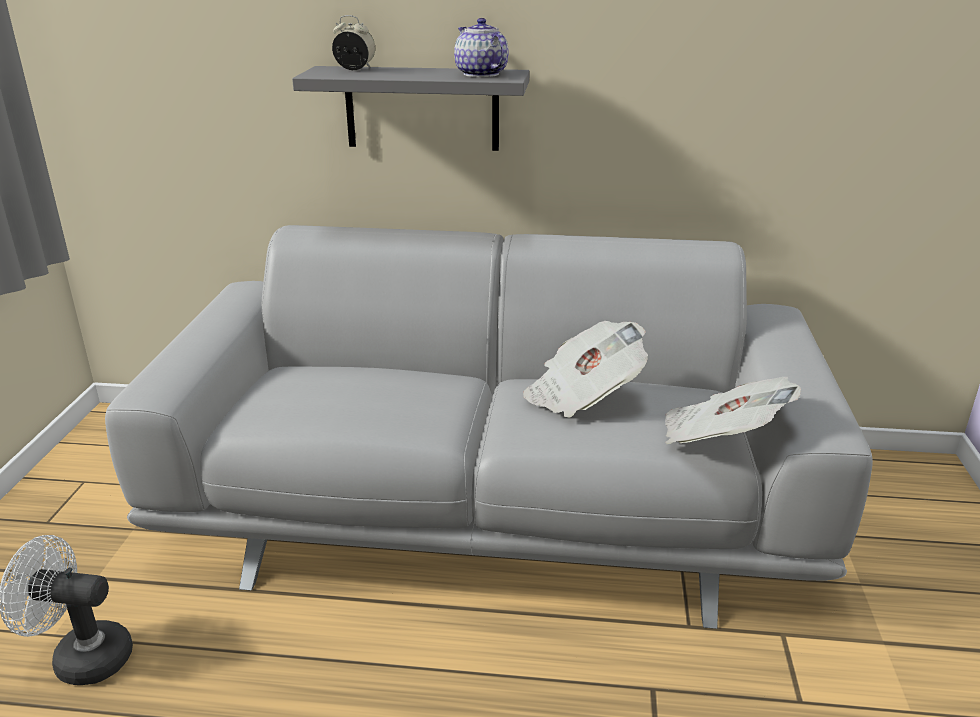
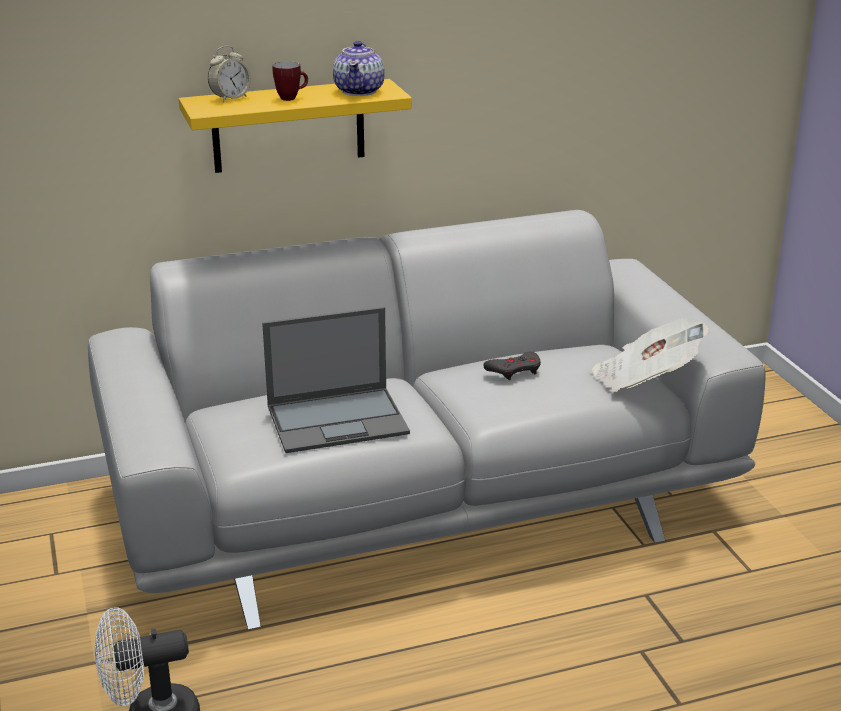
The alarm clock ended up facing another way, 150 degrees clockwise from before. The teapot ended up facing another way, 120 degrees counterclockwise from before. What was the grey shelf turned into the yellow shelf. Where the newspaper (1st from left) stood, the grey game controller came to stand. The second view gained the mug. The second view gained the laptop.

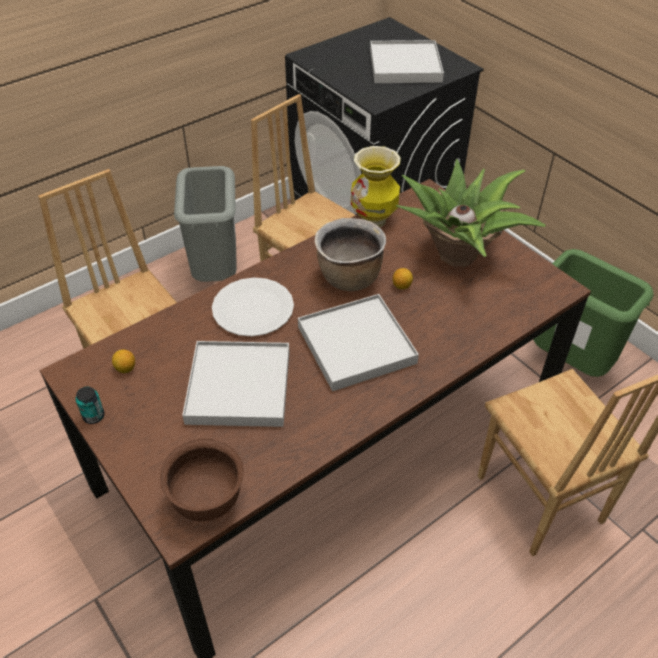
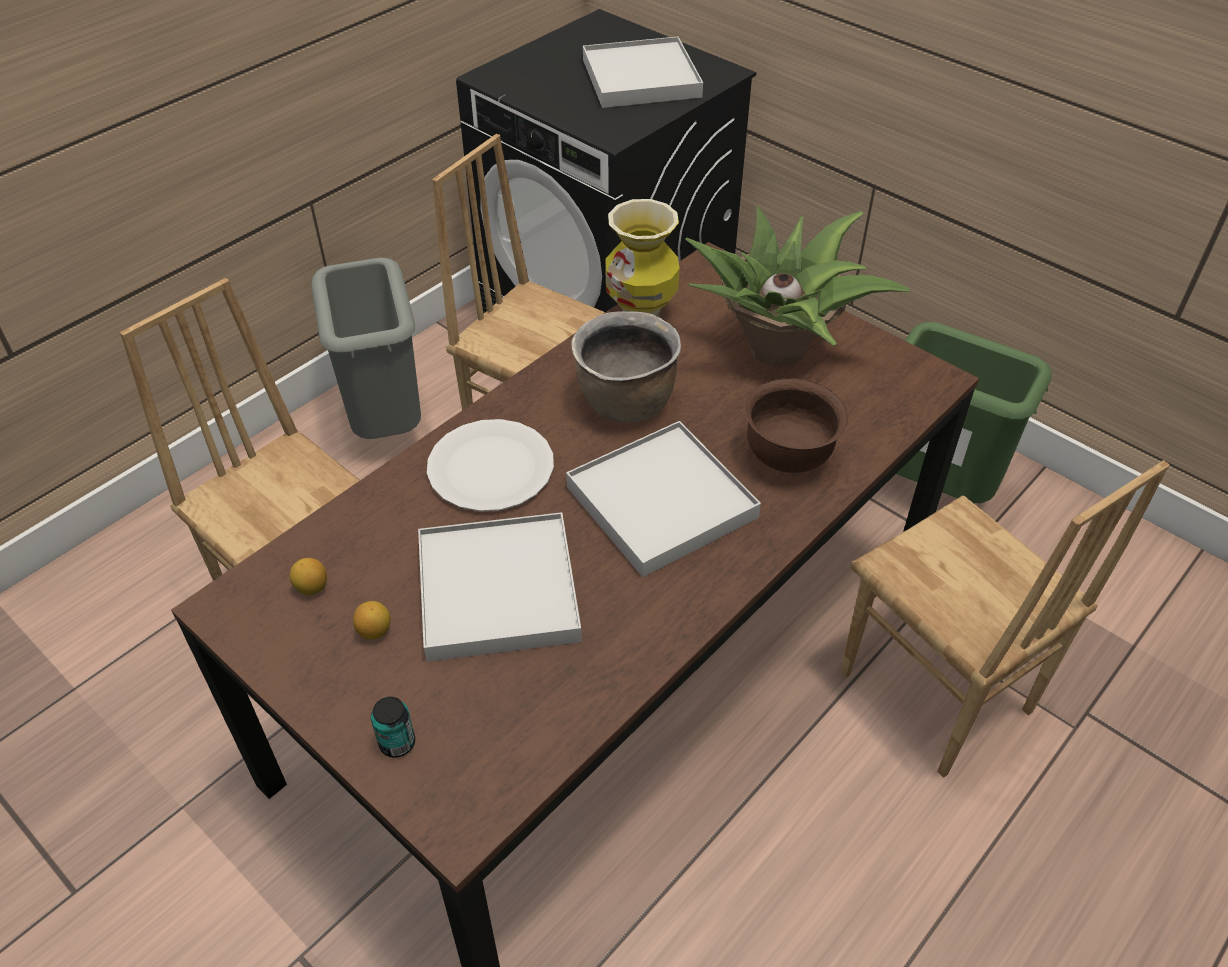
The lemon (2nd from left) ended up elsewhere. The can ended up elsewhere. The brown bowl ended up elsewhere.

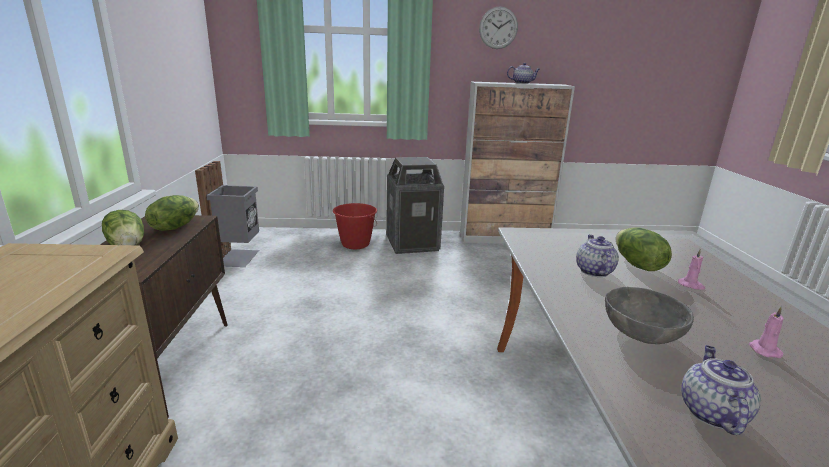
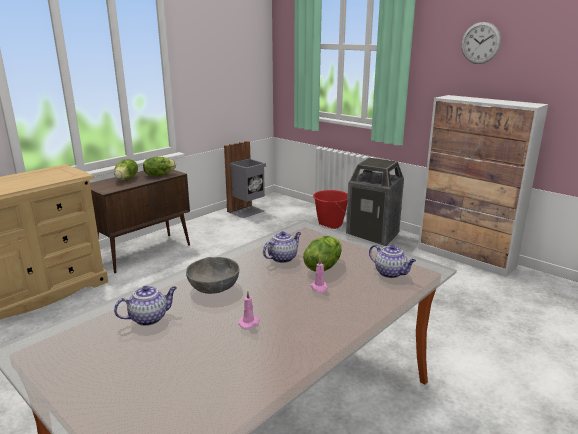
The teapot (1st from left in the first image) ended up elsewhere.

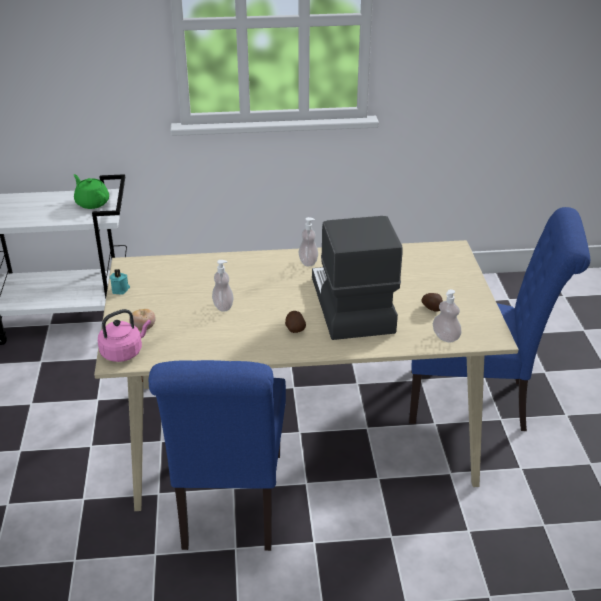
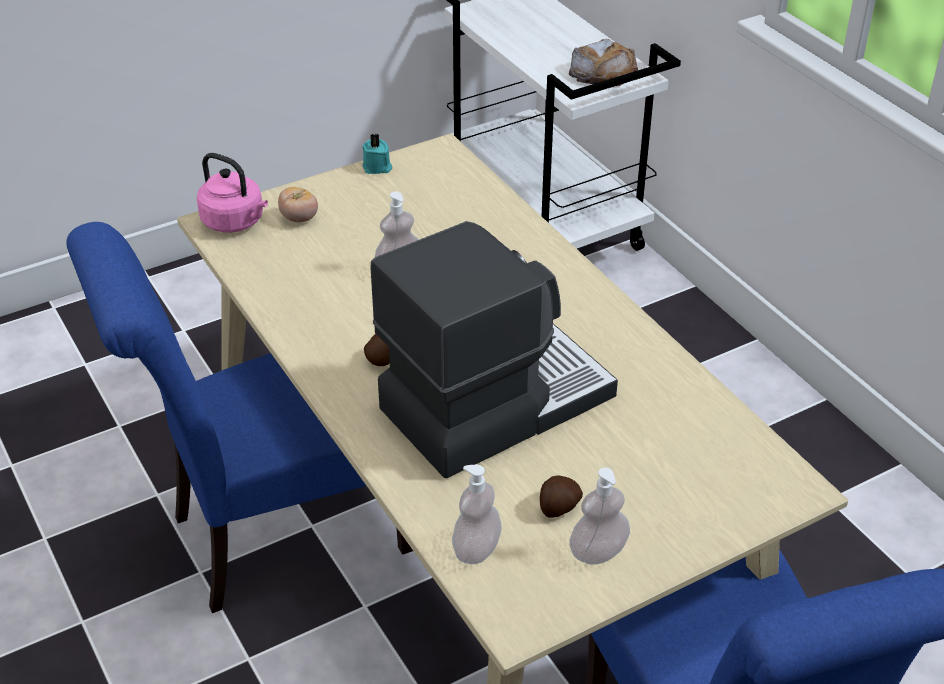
Where the green teapot stood, the bread came to stand. The soap dispenser (2nd from left in the first image) ended up elsewhere.

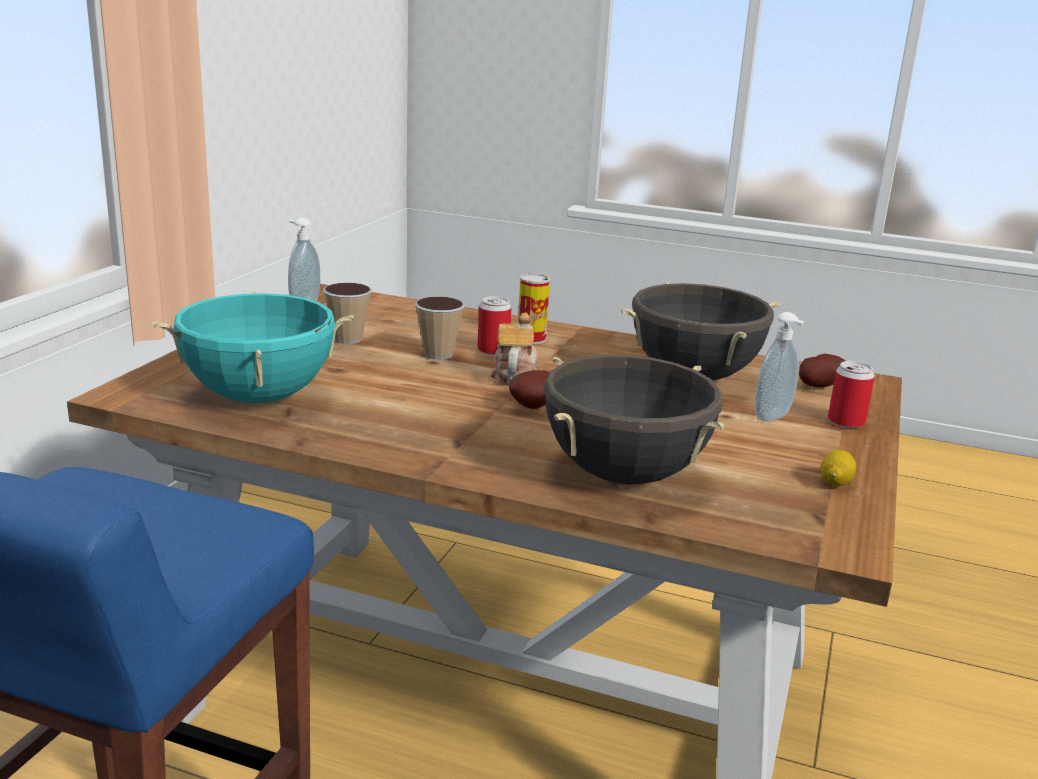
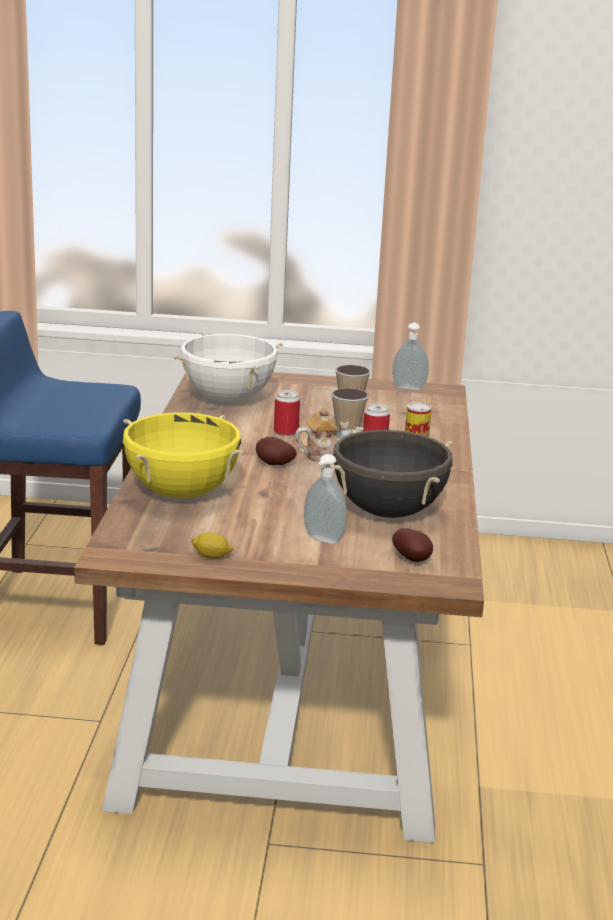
What was the turquoise cooking pot turned into the white cooking pot. What was the black cooking pot (1st from left) turned into the yellow cooking pot. The can (3rd from left in the first image) ended up elsewhere.

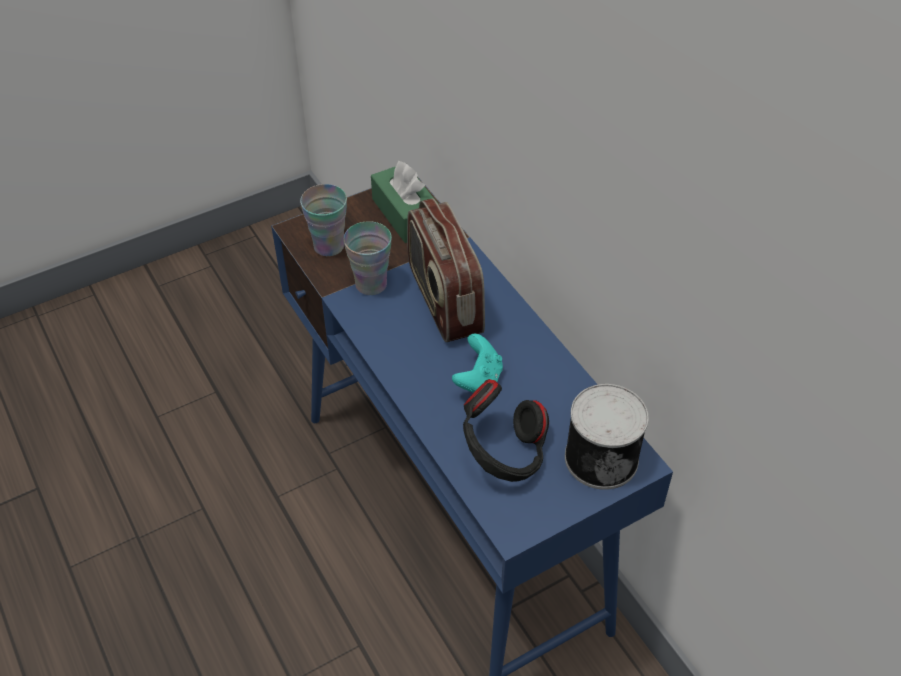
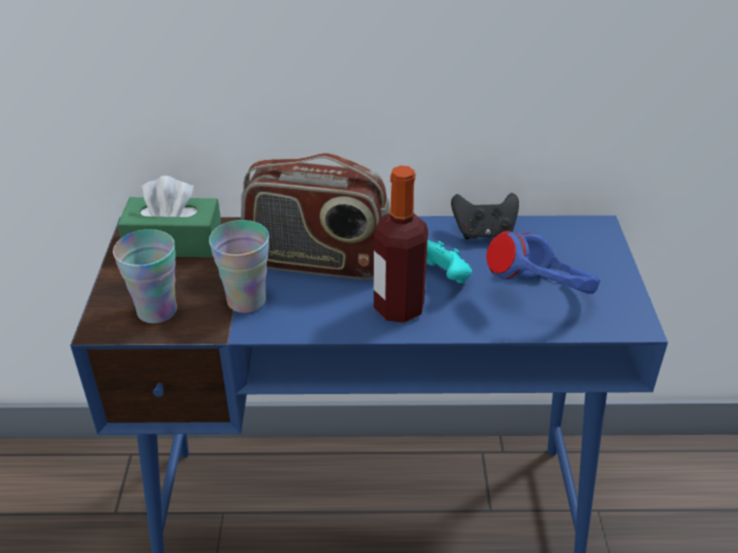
What was the black headphones turned into the blue headphones. The second view lost the can. The second view gained the bottle. The second view gained the black game controller.

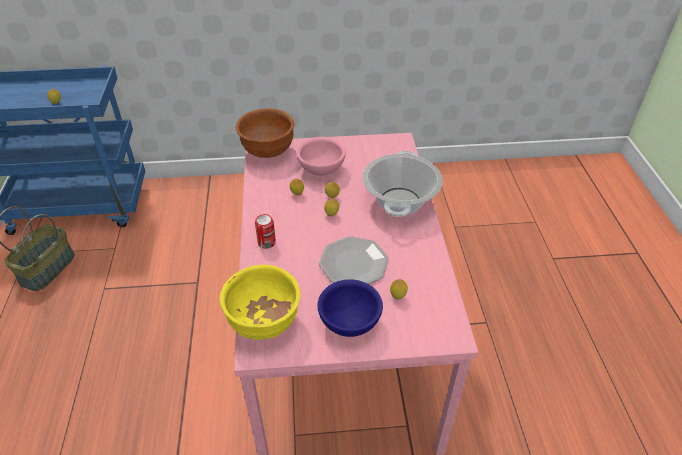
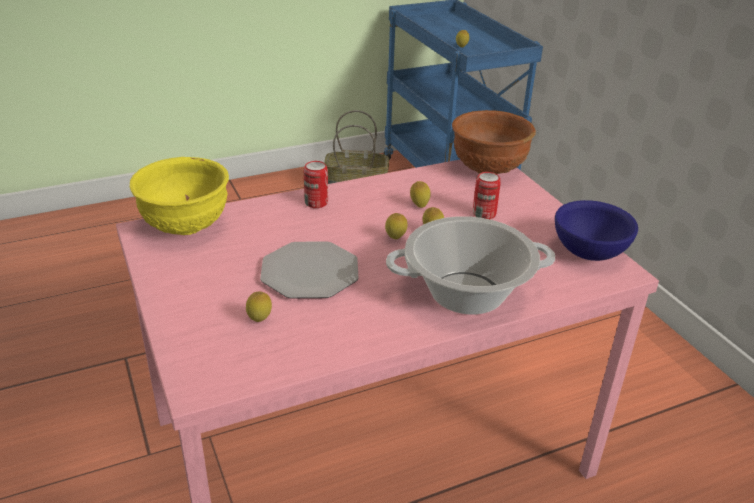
Where the pink bowl stood, the can (2nd from left) came to stand. The blue bowl ended up elsewhere.

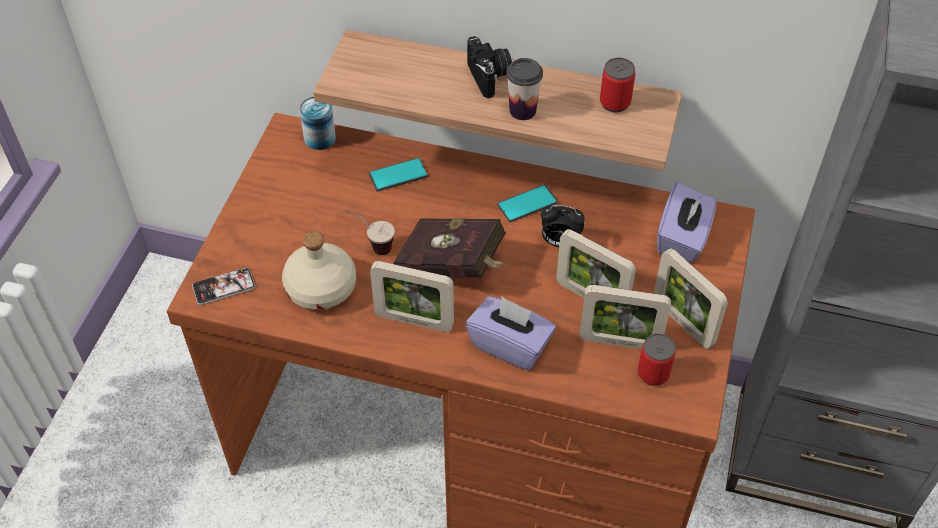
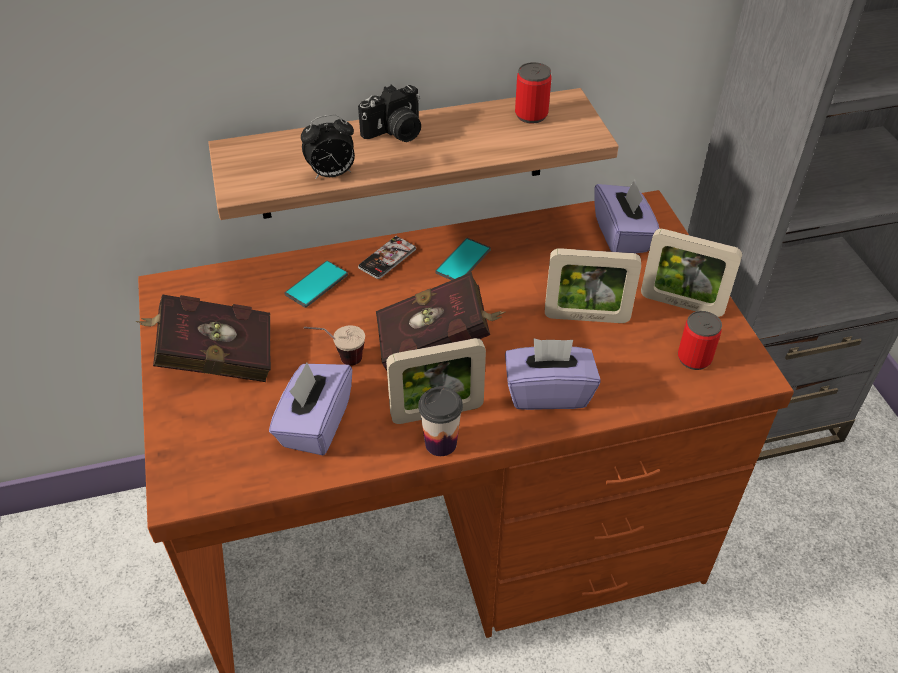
The photo camera ended up facing another way, 105 degrees clockwise from before. The cup (2nd from left) ended up elsewhere. The second view lost the can (1st from left). The alarm clock ended up elsewhere. Where the beige bottle stood, the purple tissue box (1st from left) came to stand. The phone (1st from left in the first image) ended up elsewhere. The second view lost the picture frame (3rd from left). The second view gained the red book (1st from left).

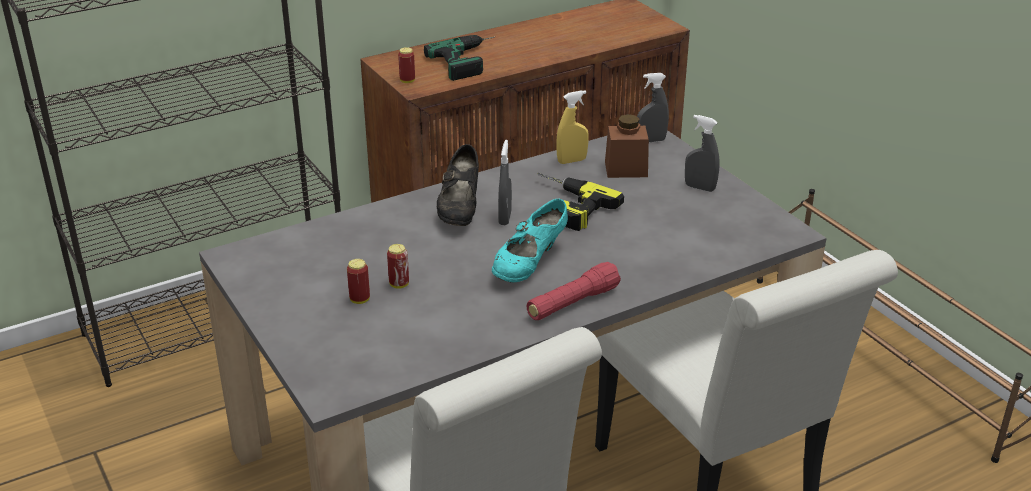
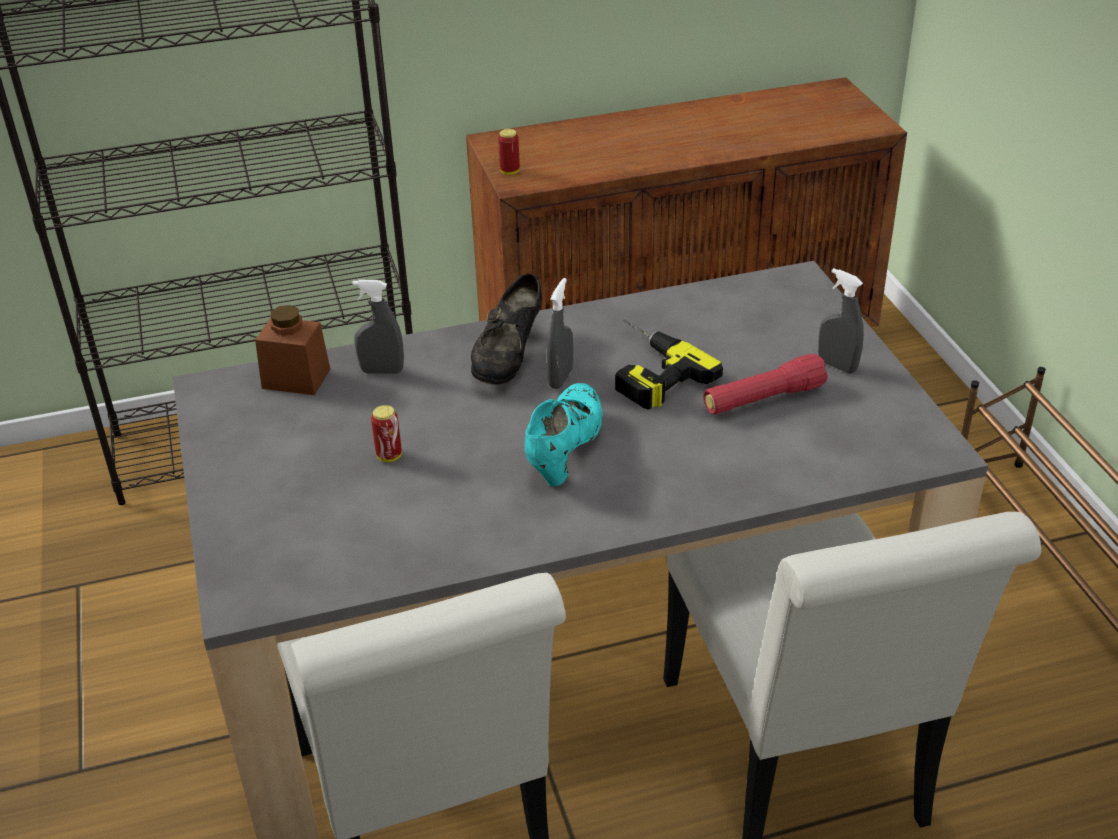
The second view lost the power drill (1st from left). The grey spray bottle (2nd from left in the first image) ended up elsewhere. The second view lost the yellow spray bottle. The brown jar ended up elsewhere. The turquoise shoe ended up facing another way, 150 degrees clockwise from before. The second view lost the can (1st from left). The red flashlight ended up elsewhere.

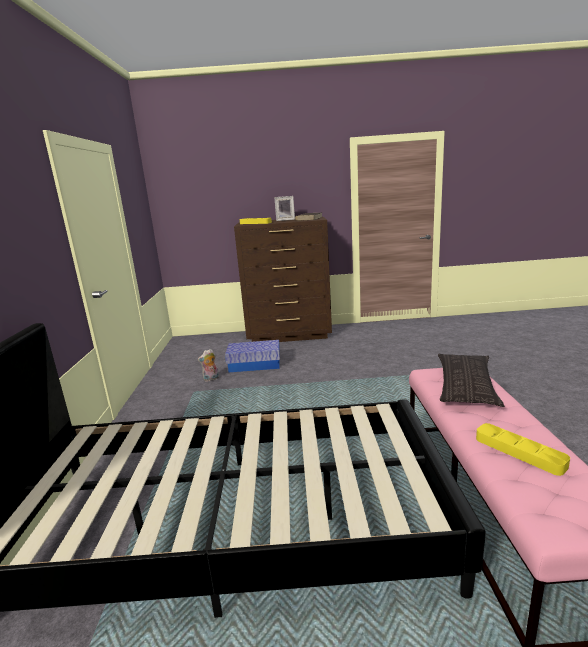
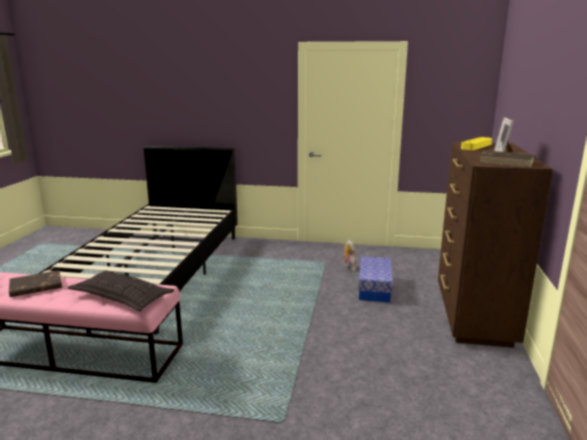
Where the yellow tray (2nd from left) stood, the brown book (1st from left) came to stand.

